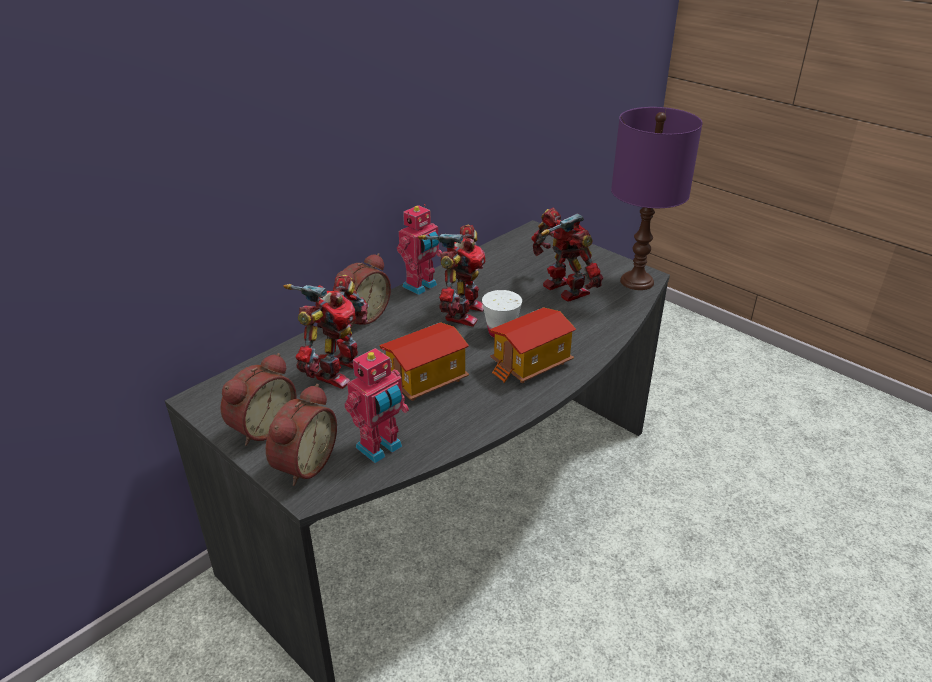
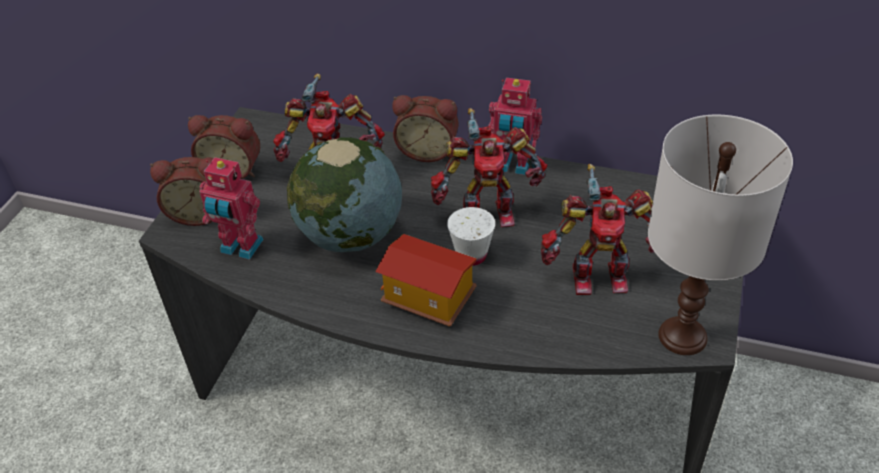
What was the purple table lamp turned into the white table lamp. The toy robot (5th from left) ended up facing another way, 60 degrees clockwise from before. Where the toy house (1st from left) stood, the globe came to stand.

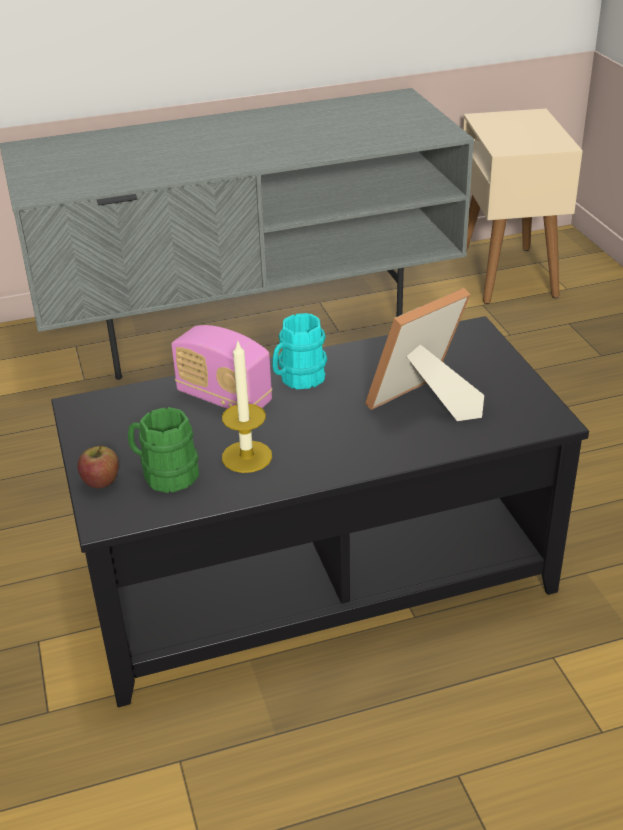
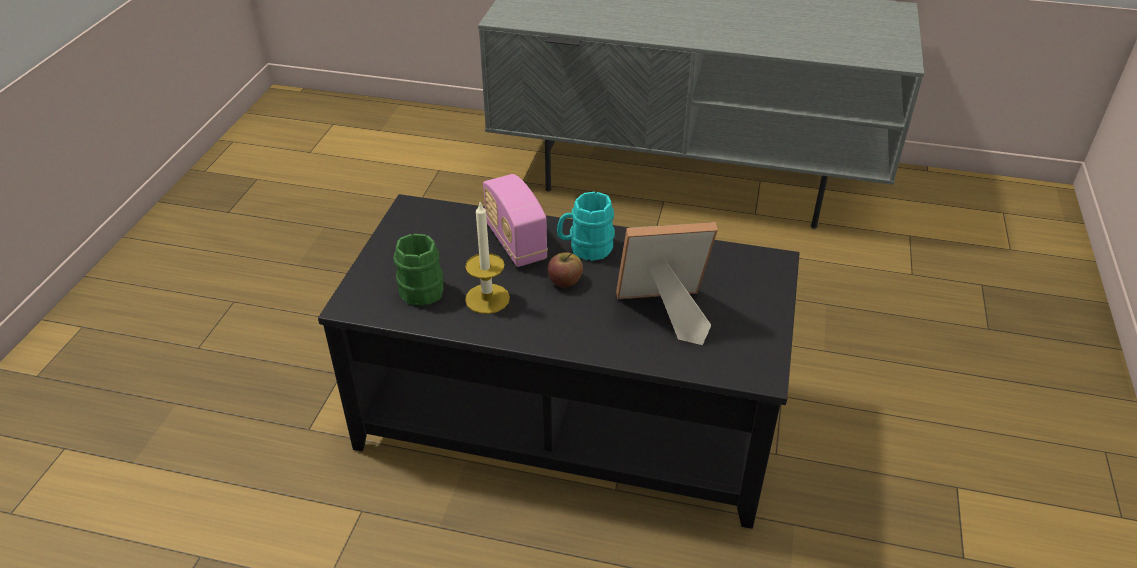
The second view lost the beige side table. The apple ended up elsewhere.

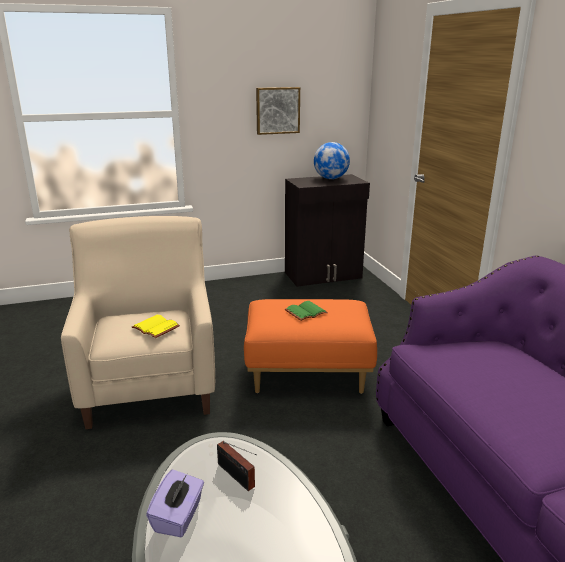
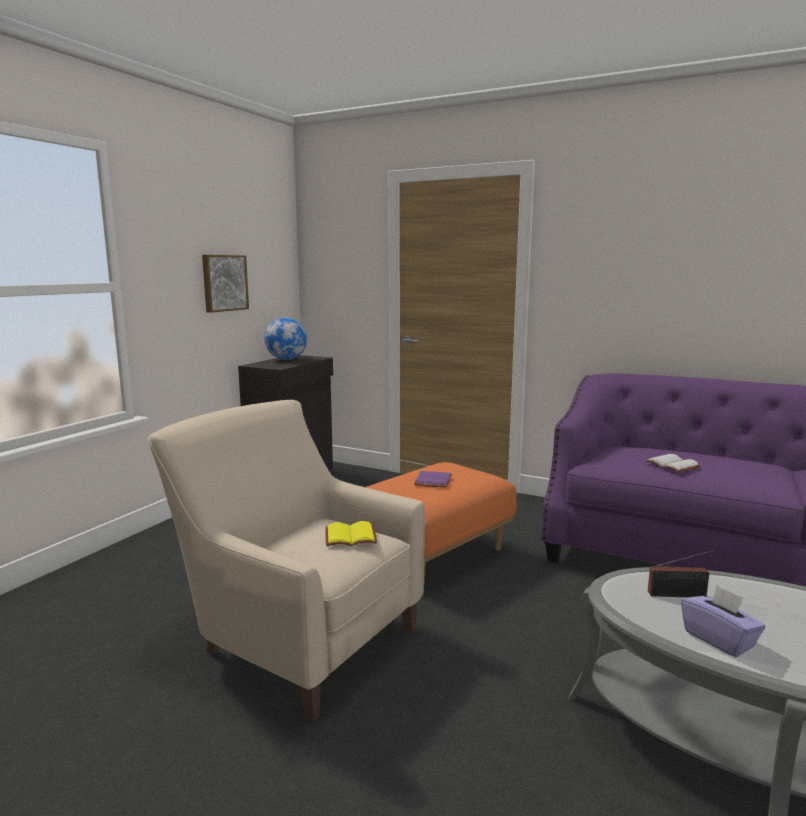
What was the green book turned into the purple book. The second view gained the white book.

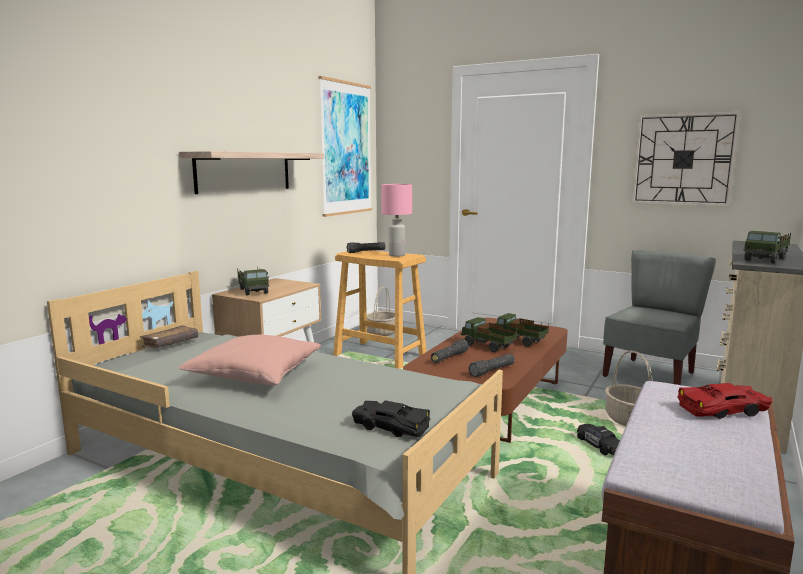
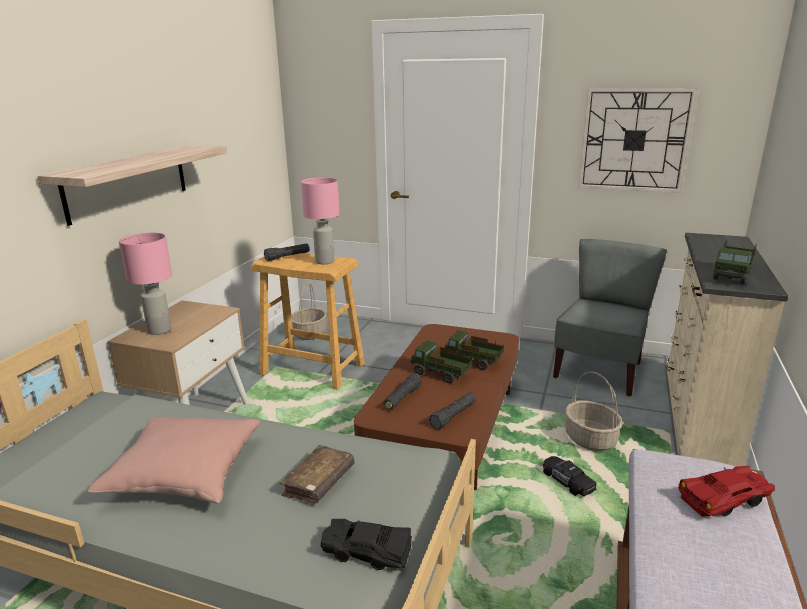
The second view lost the picture. Where the toy truck (1st from left) stood, the pink table lamp (1st from left) came to stand. The brown book ended up elsewhere.

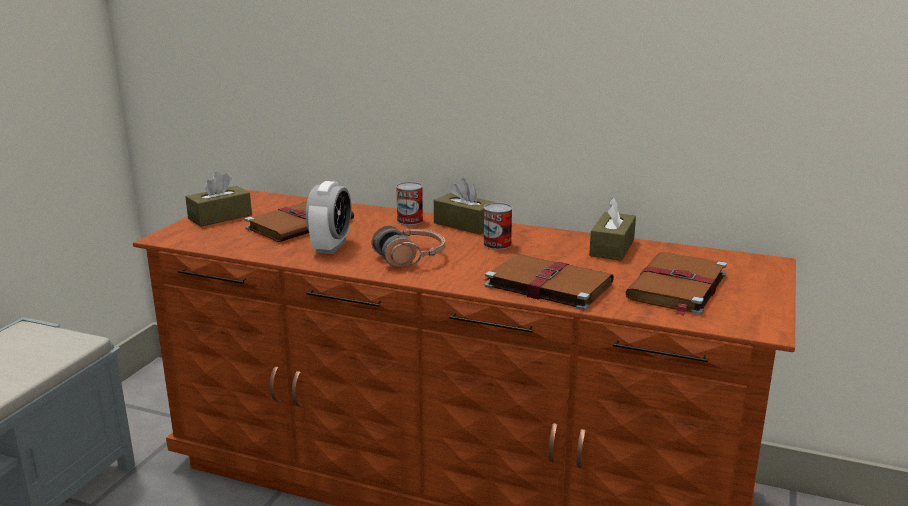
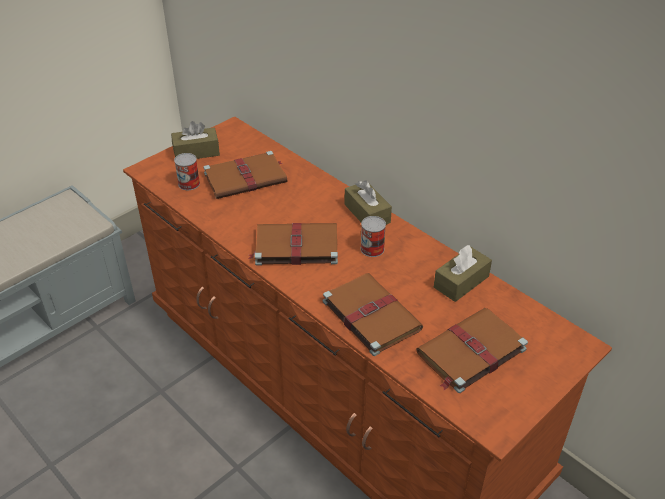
The second view lost the alarm clock. The can (1st from left) ended up elsewhere. Where the headphones stood, the brown book (2nd from left) came to stand.

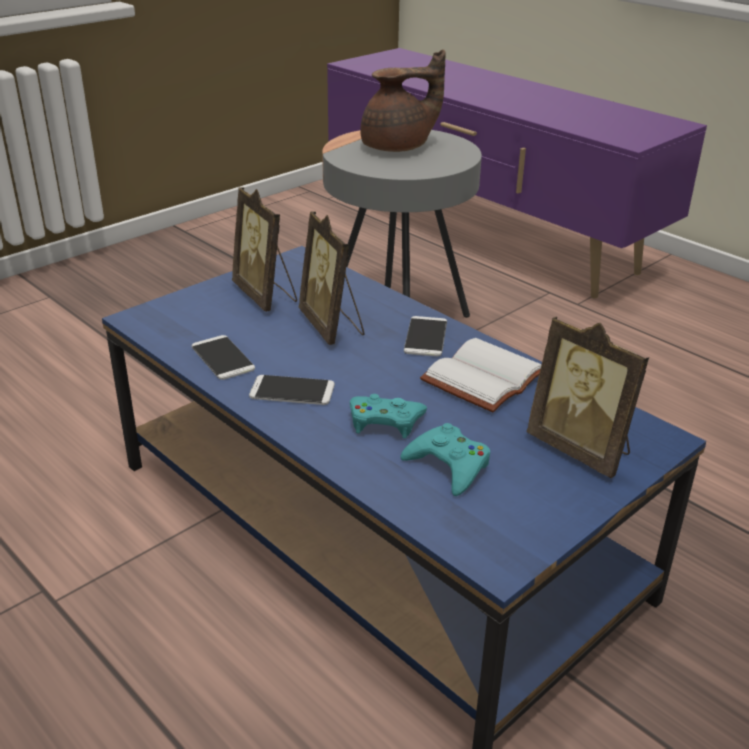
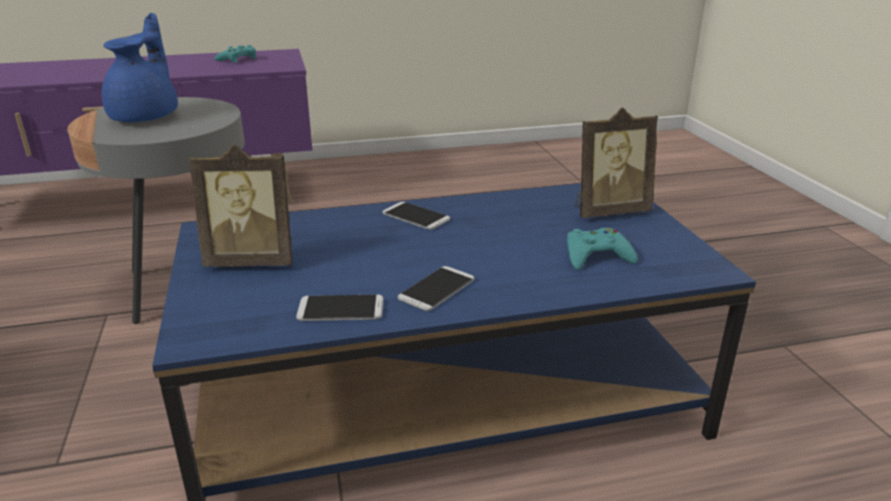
What was the brown teapot turned into the blue teapot. The second view lost the picture frame (2nd from left). The second view lost the white book. The turquoise game controller (1st from left) ended up elsewhere.

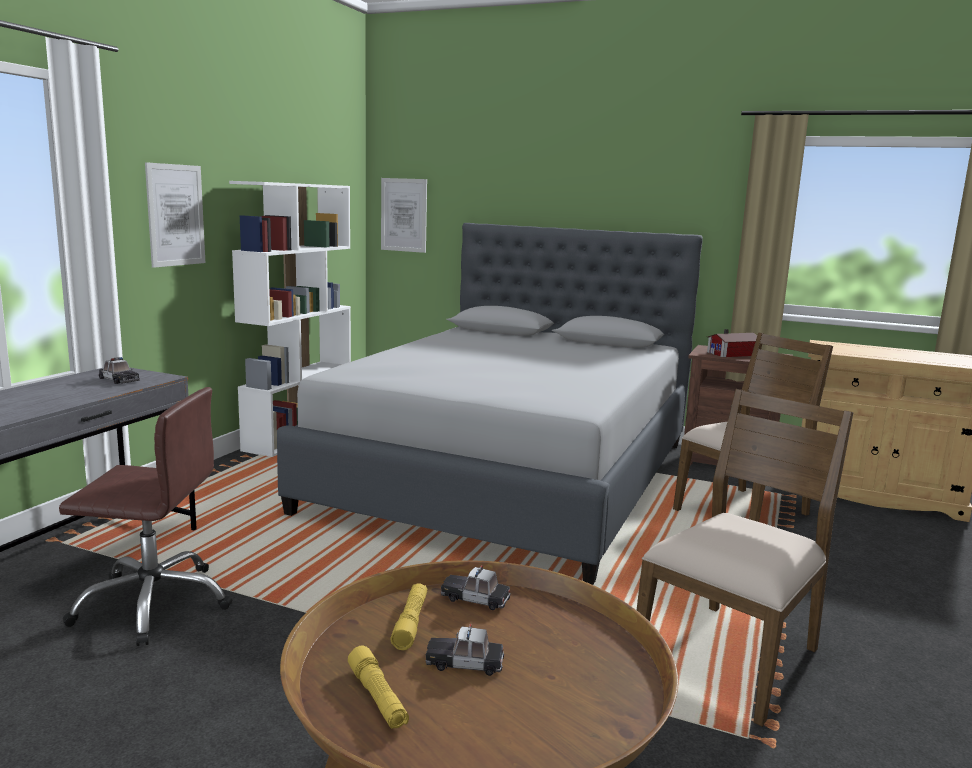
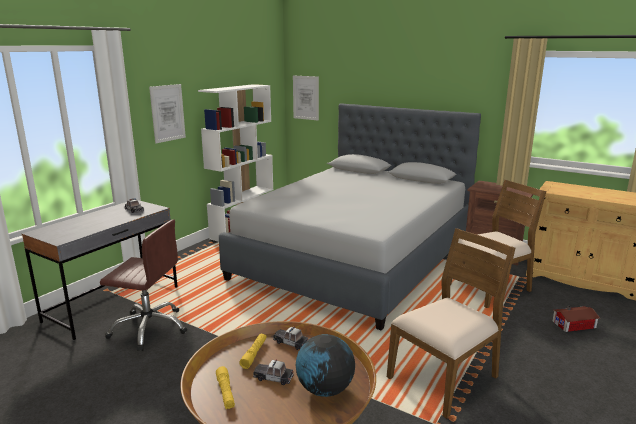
The toy house ended up elsewhere. The second view gained the globe.

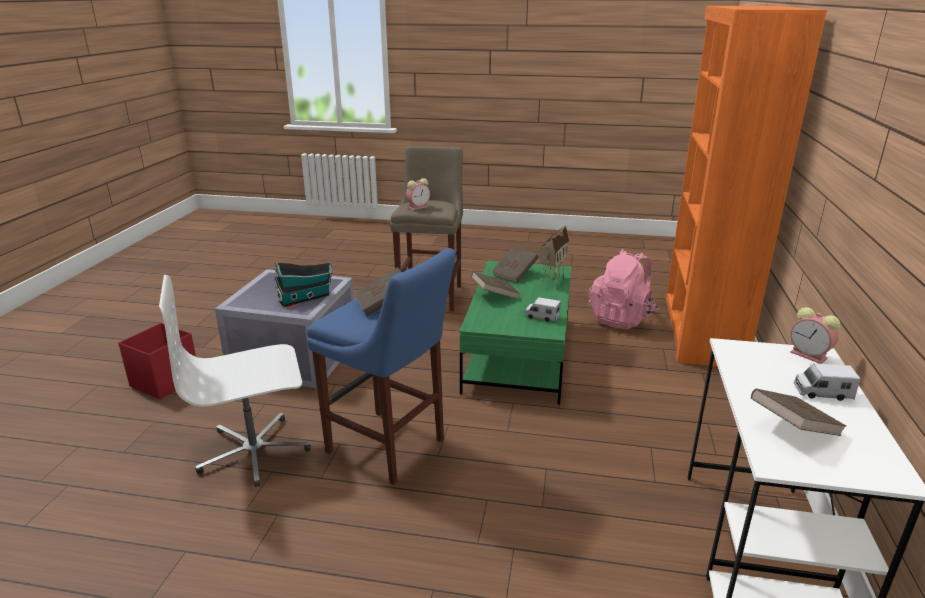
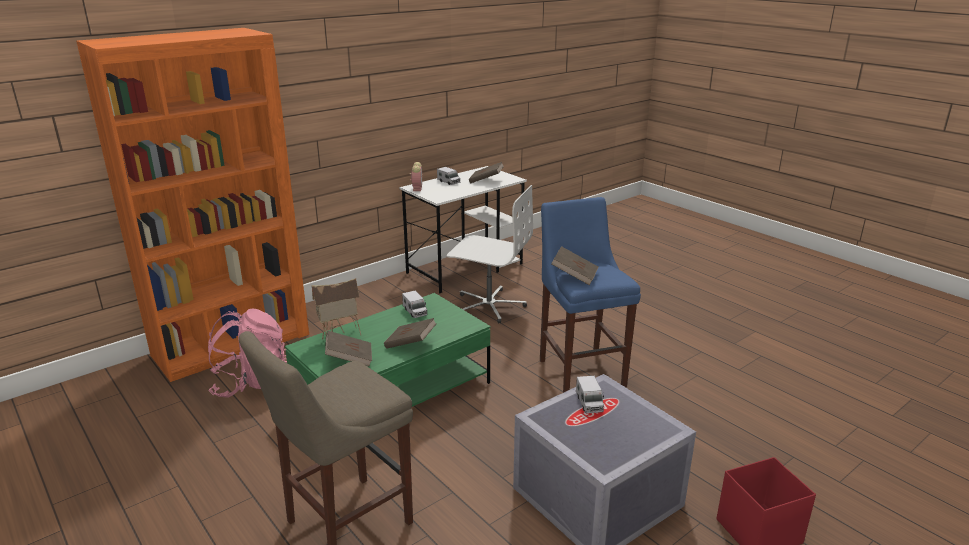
The second view lost the alarm clock (1st from left). Where the toy house (1st from left) stood, the toy truck (3rd from left) came to stand. The white office chair ended up elsewhere.

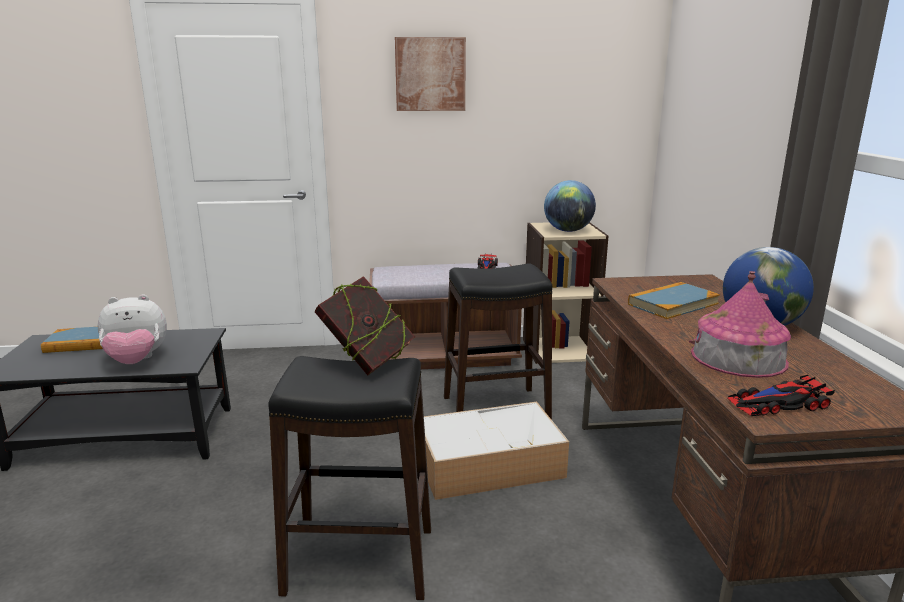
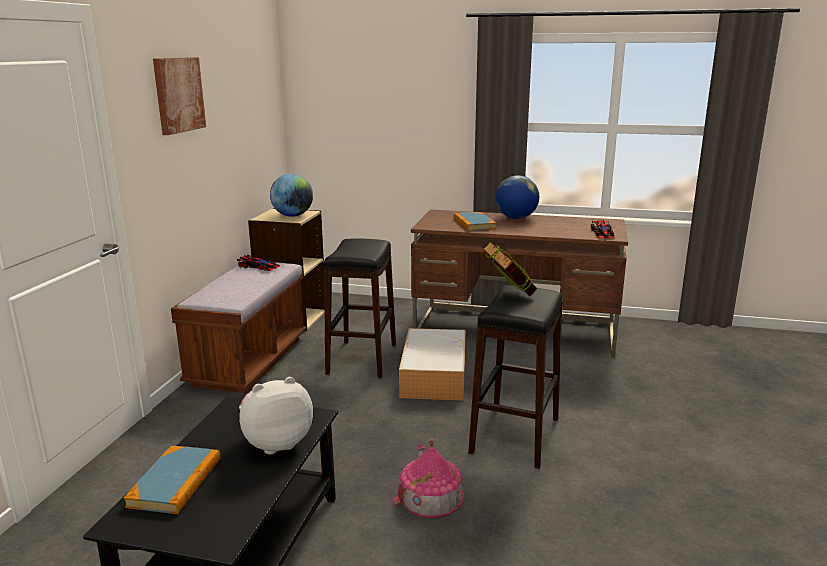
The toy house ended up elsewhere. The plush toy ended up facing another way, 120 degrees counterclockwise from before.

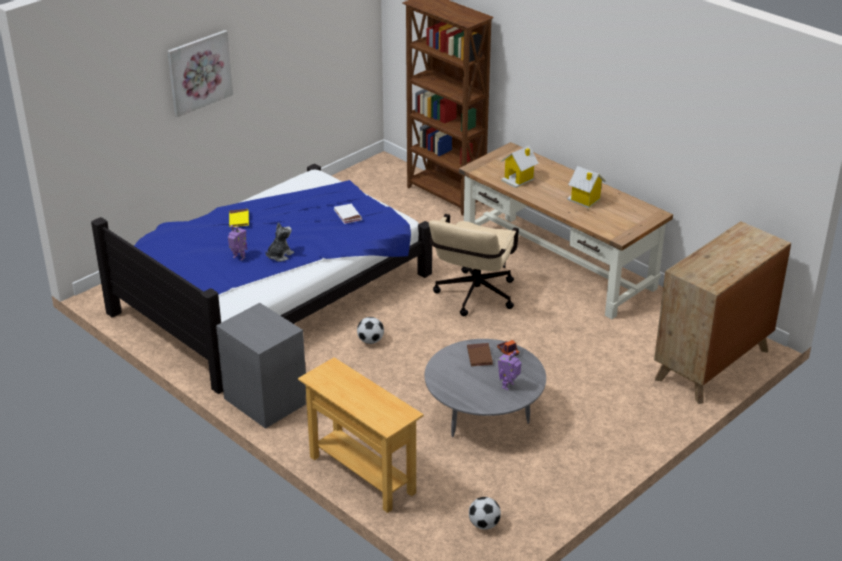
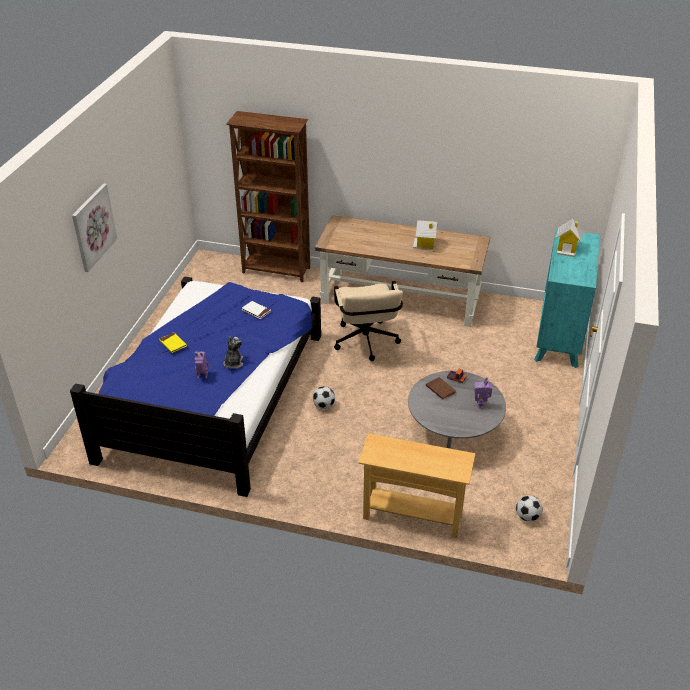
The toy house (1st from left in the first image) ended up elsewhere. What was the brown dresser turned into the turquoise dresser. The second view lost the grey nightstand.

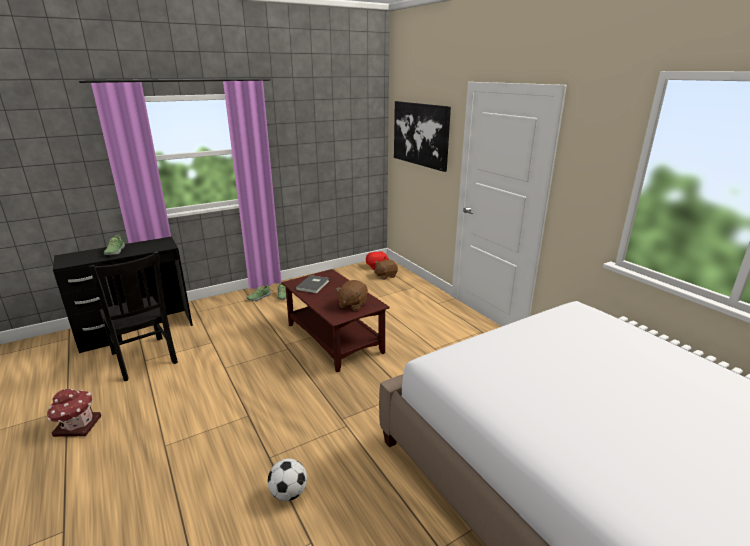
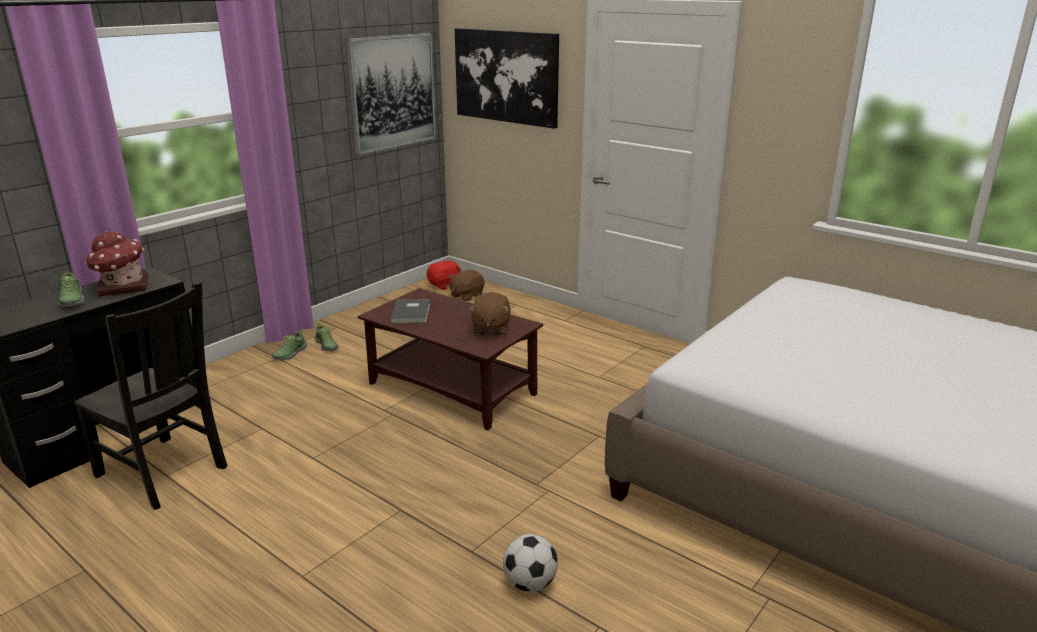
The toy house ended up elsewhere. The second view gained the picture (1st from left).

